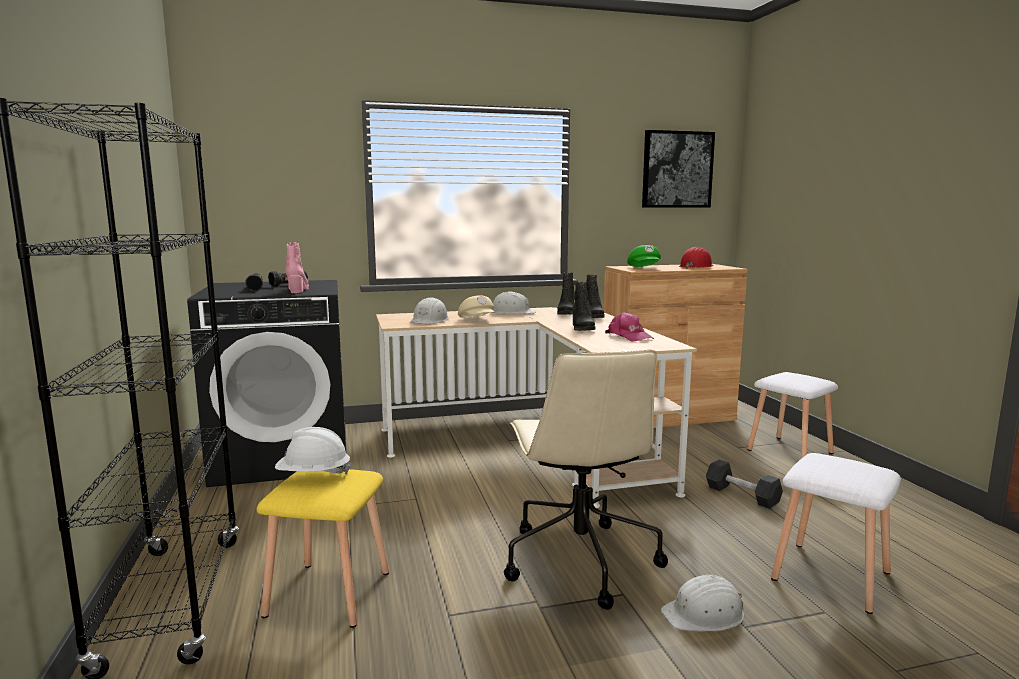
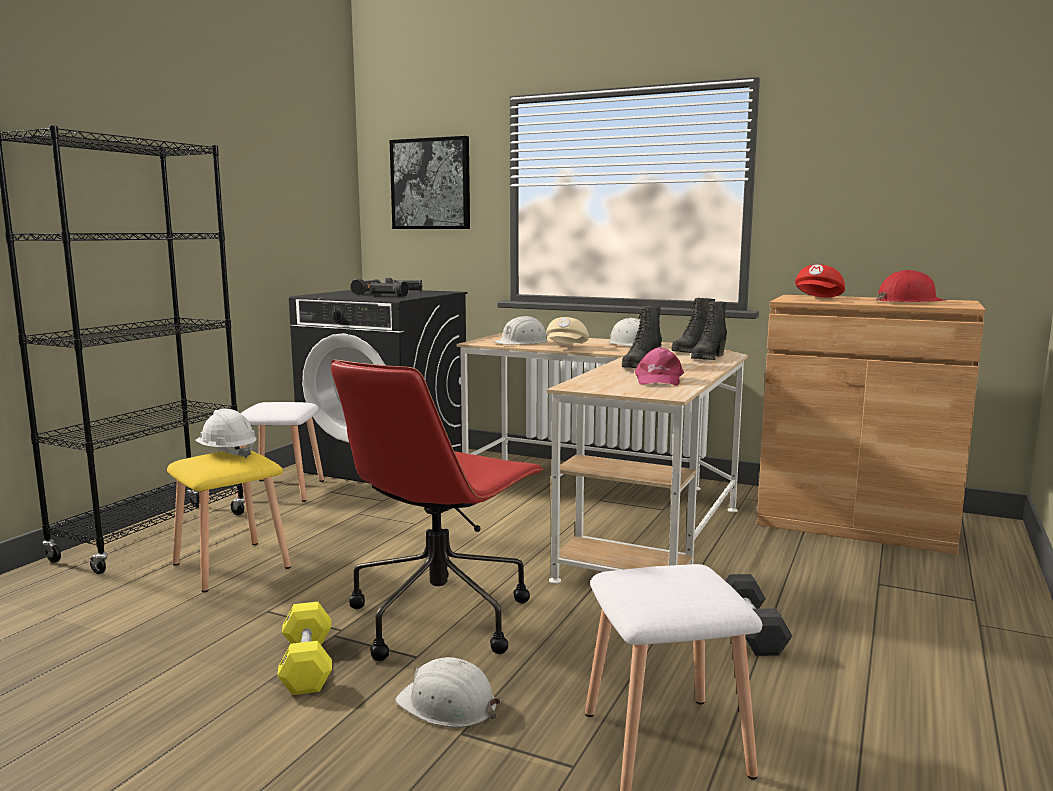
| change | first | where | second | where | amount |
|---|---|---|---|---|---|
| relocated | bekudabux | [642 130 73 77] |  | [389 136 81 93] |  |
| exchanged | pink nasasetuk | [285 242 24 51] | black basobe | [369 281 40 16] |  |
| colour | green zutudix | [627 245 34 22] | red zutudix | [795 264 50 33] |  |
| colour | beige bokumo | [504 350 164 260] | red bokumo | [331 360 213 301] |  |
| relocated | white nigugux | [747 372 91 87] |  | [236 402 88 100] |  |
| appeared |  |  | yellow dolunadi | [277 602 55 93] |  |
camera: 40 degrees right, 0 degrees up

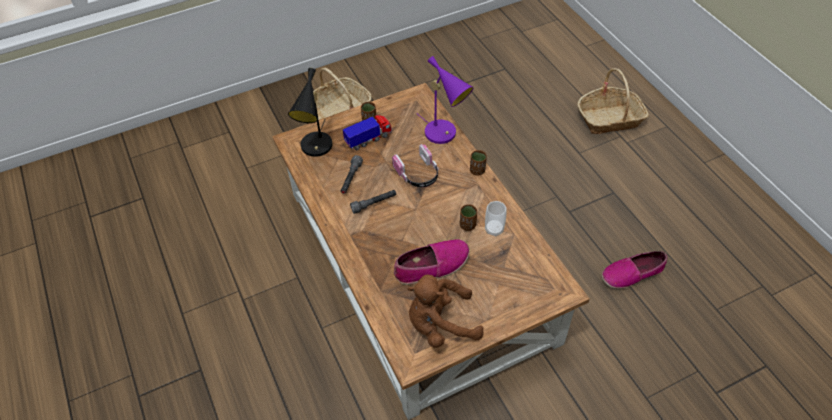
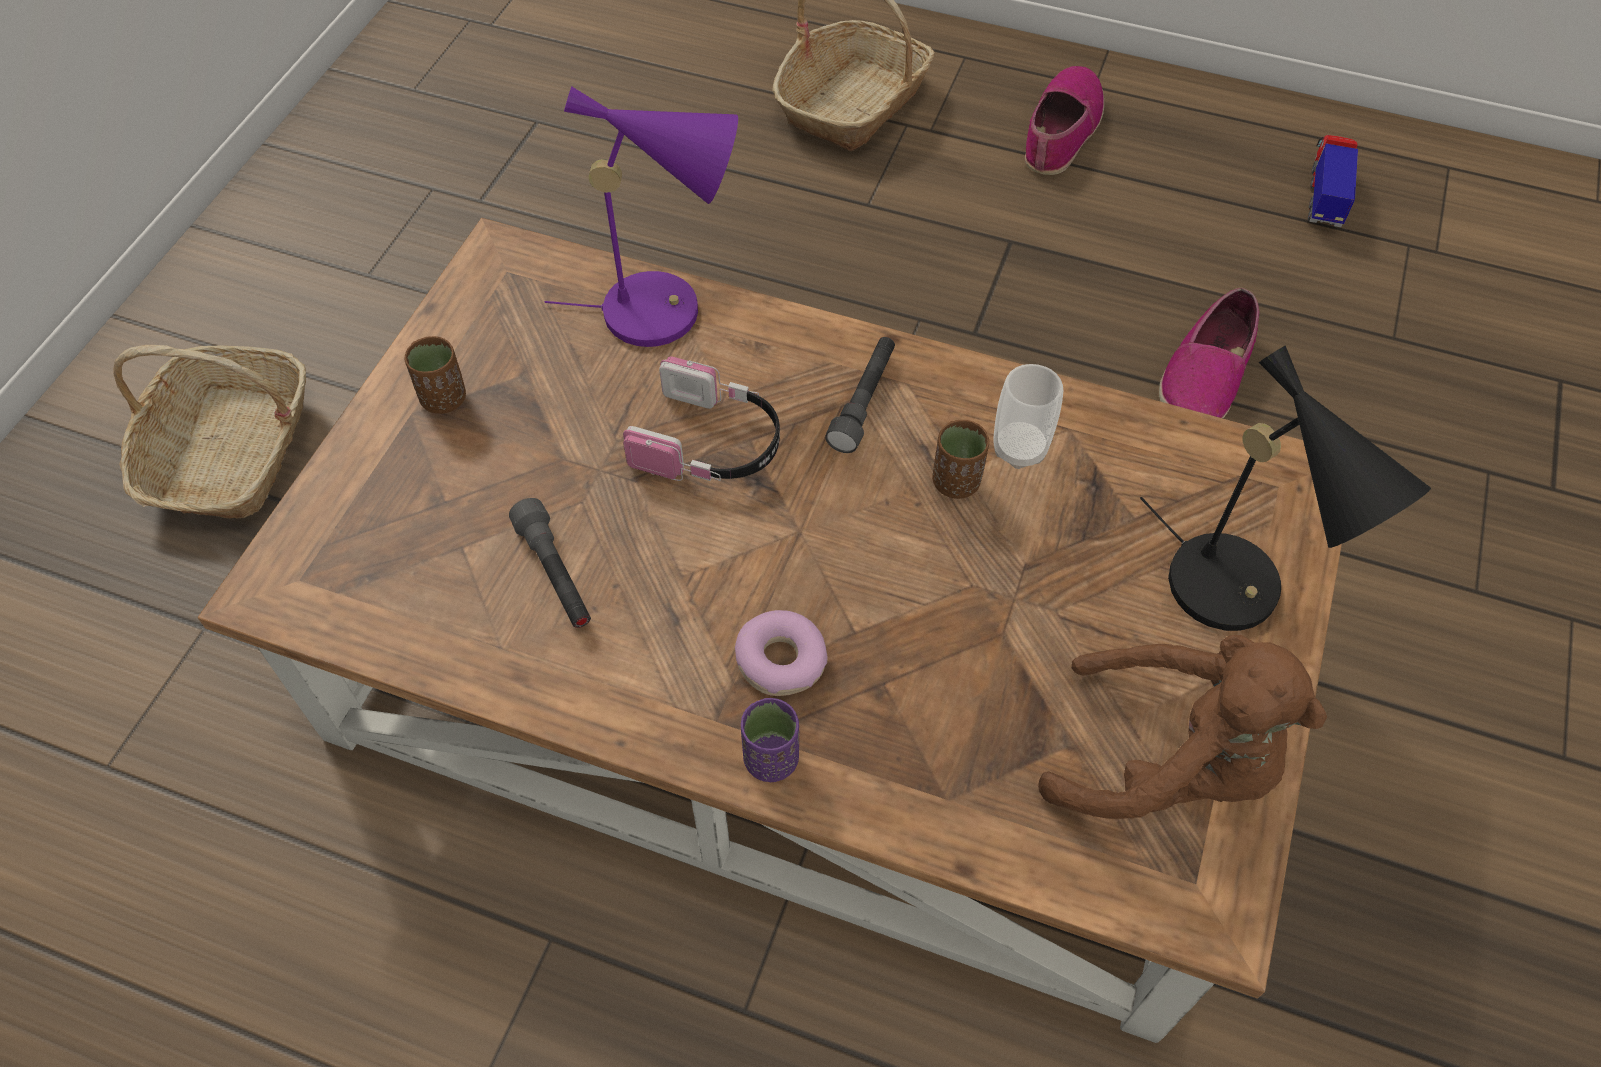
| change | first | where | second | where | amount |
|---|---|---|---|---|---|
| relocated | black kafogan | [288 68 44 89] |  | [1140 345 291 286] |  |
| relocated | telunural | [343 115 49 35] |  | [1308 135 50 92] |  |
| missing | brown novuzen | [470 150 17 26] |  |  |  |
| relocated | grey basobe | [350 190 46 24] |  | [825 337 70 116] |  |
| relocated | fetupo | [394 239 76 46] |  | [1025 66 79 109] |  |
| spun | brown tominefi | [408 274 76 74] |  | [1038 635 289 184] | 105 degrees counterclockwise |
| appeared |  |  | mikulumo | [735 610 93 86] |  |
| appeared |  |  | purple novuzen | [740 698 59 84] |  |
camera: 45 degrees left, 5 degrees up

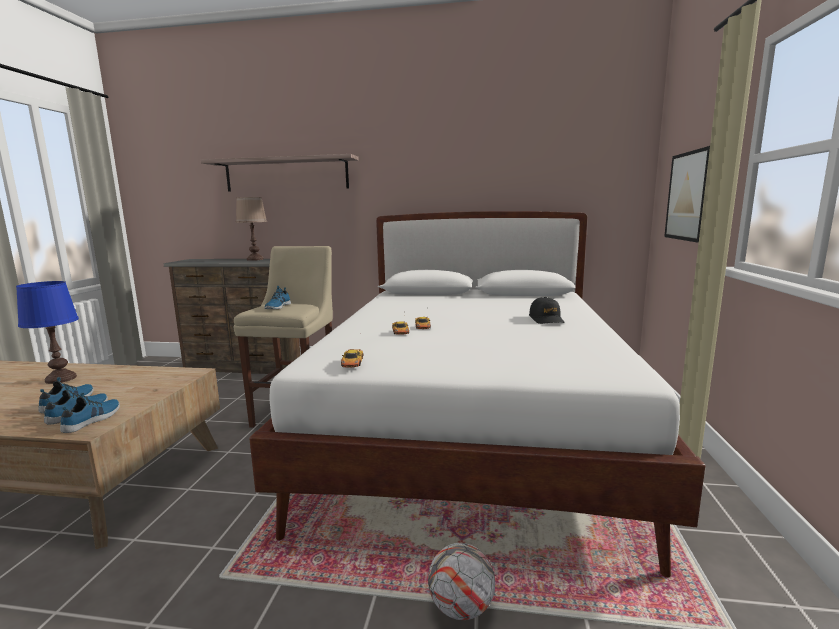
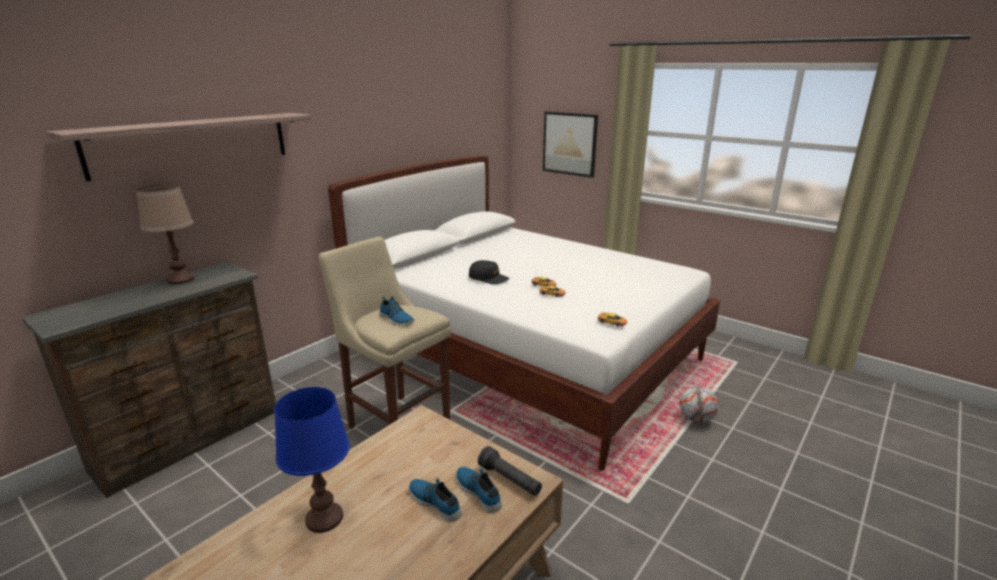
| change | first | where | second | where | amount |
|---|---|---|---|---|---|
| relocated | black zutudix | [529 297 35 27] |  | [469 260 41 24] |  |
| exchanged | fetupo | [60 393 60 40] | black basobe | [478 446 64 50] |  |
camera: 60 degrees left, 10 degrees up

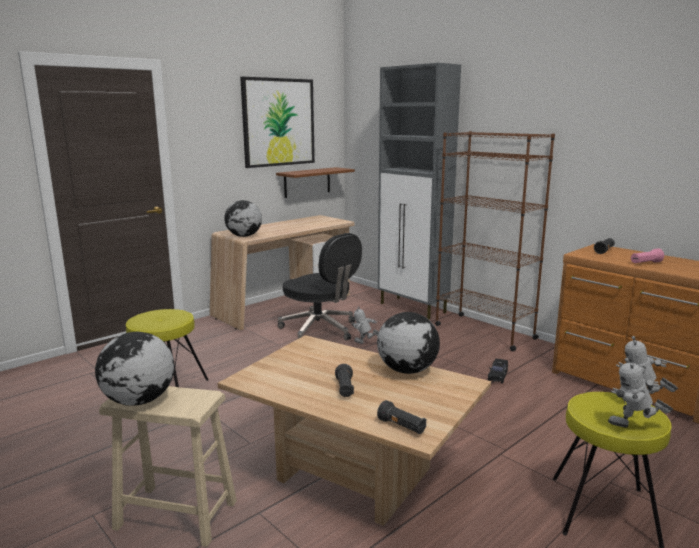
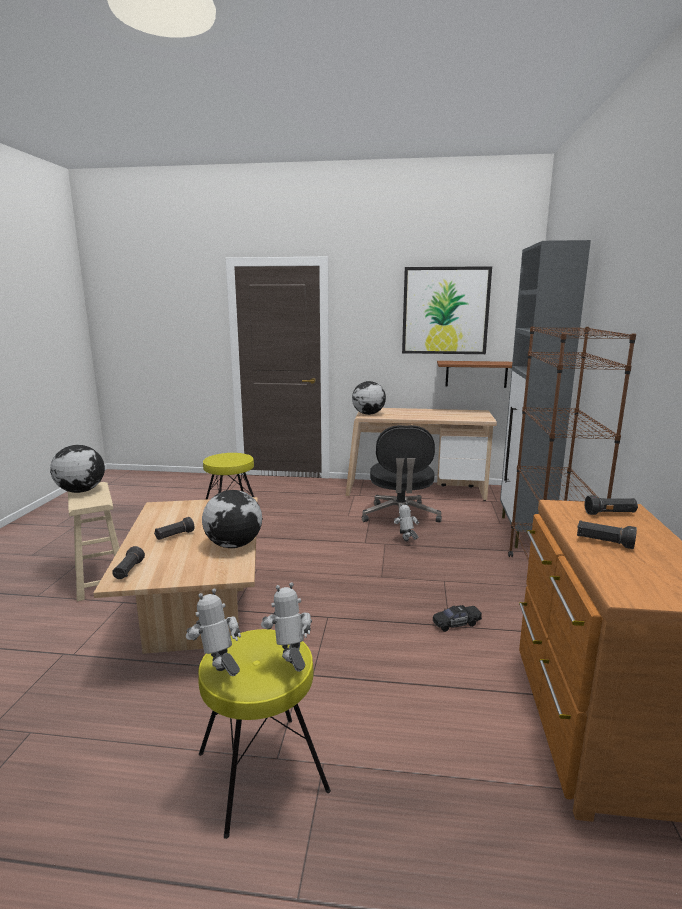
| change | first | where | second | where | amount |
|---|---|---|---|---|---|
| colour | pink basobe | [631 249 33 14] | black basobe | [577 520 60 29] |  |
camera: 50 degrees right, 0 degrees up

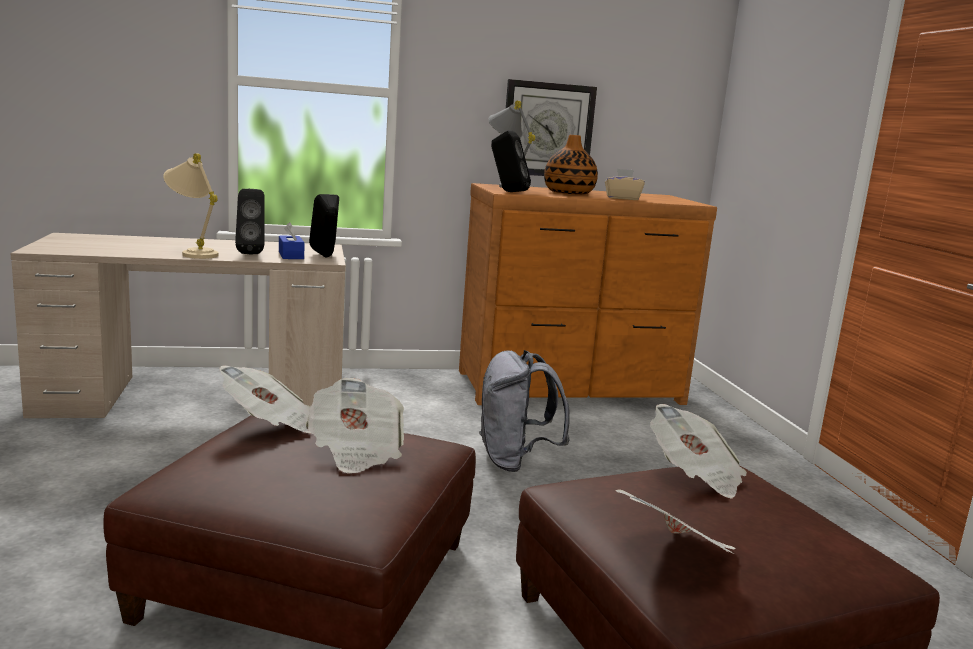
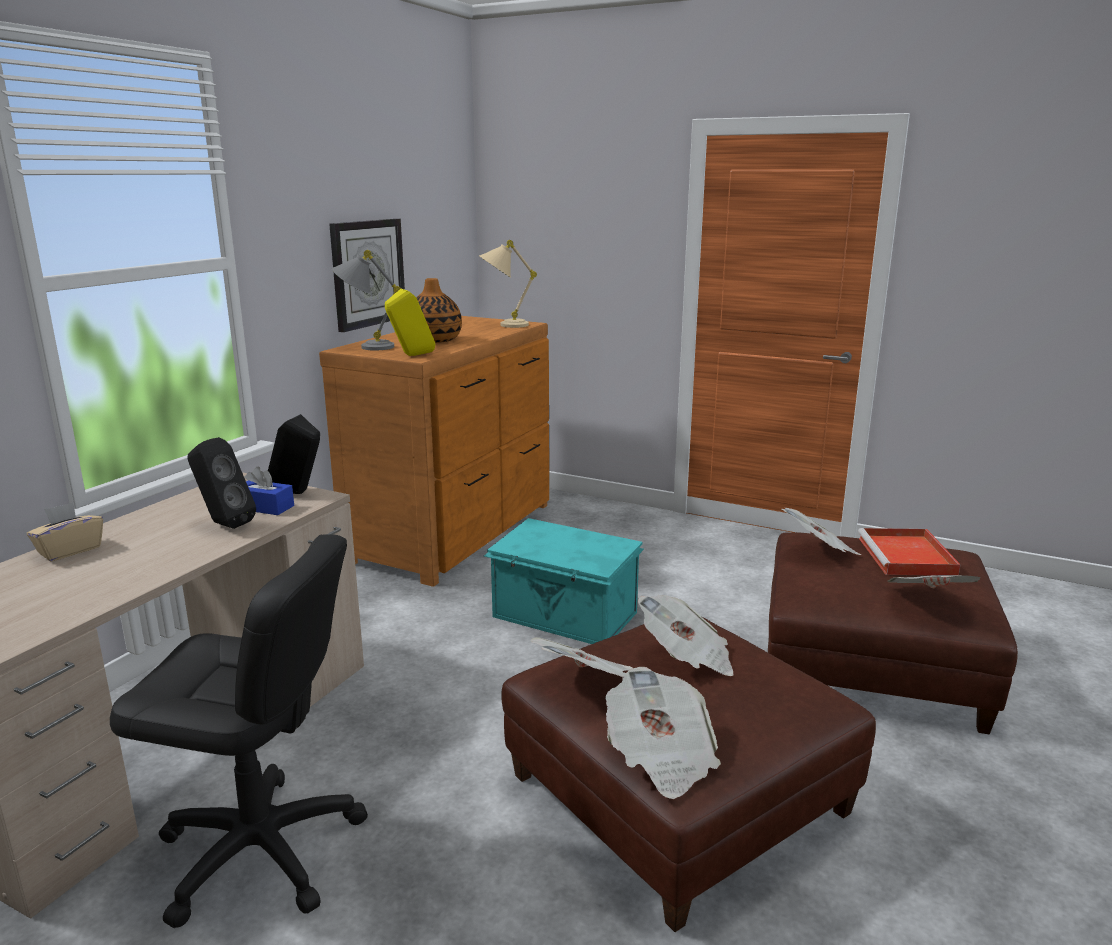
| change | first | where | second | where | amount |
|---|---|---|---|---|---|
| colour | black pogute | [491 130 40 62] | yellow pogute | [385 289 50 67] |  |
| relocated | beige kafogan | [164 153 55 106] |  | [479 240 58 88] |  |
| relocated | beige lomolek | [605 169 40 31] |  | [27 502 76 60] |  |
| exchanged | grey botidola | [479 350 91 122] | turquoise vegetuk | [484 518 160 126] |  |
| appeared |  |  | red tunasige | [858 528 103 48] |  |
| appeared |  |  | black bokumo | [110 534 258 394] |  |
| appeared |  |  | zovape | [605 667 116 132] |  |
camera: 50 degrees left, 5 degrees up

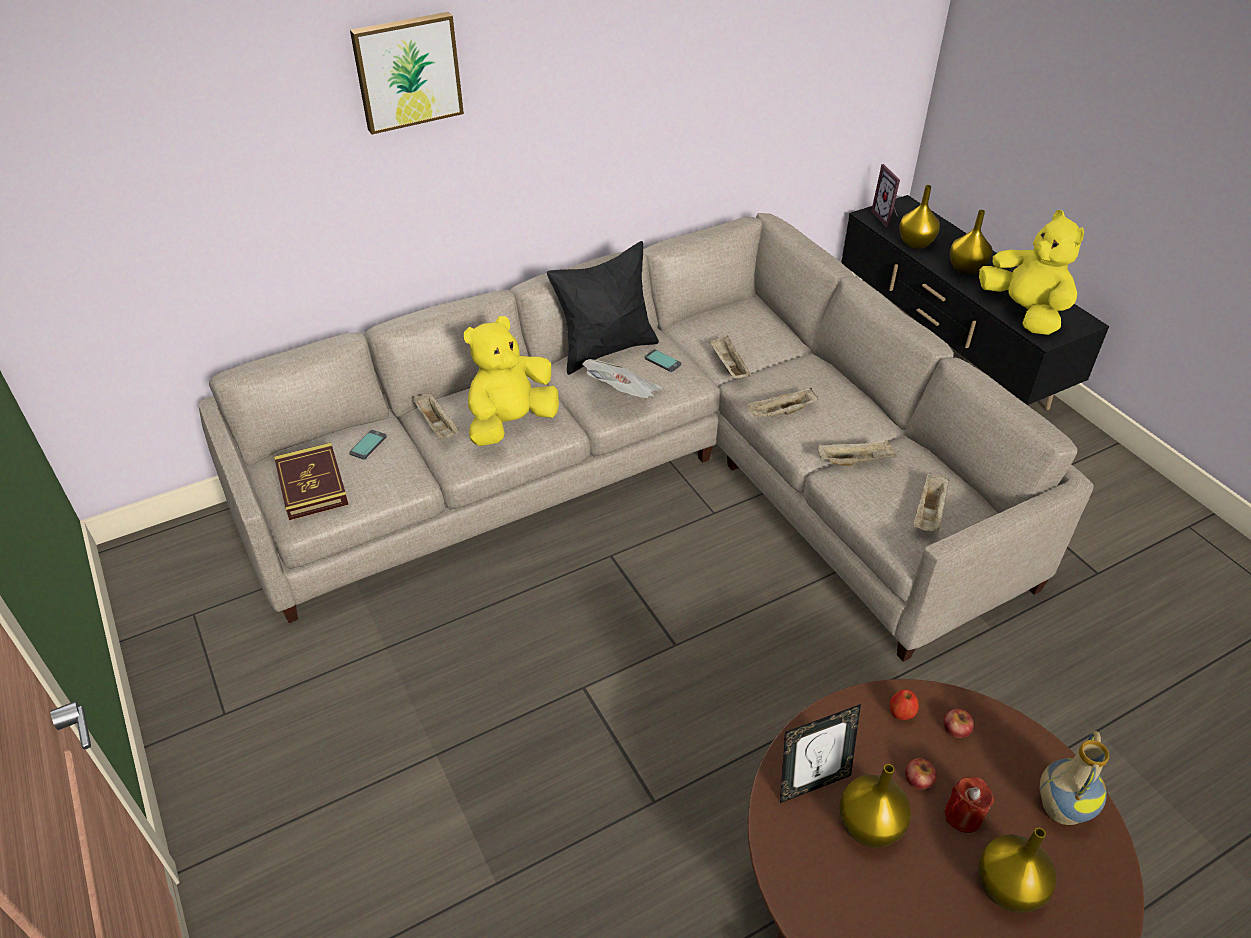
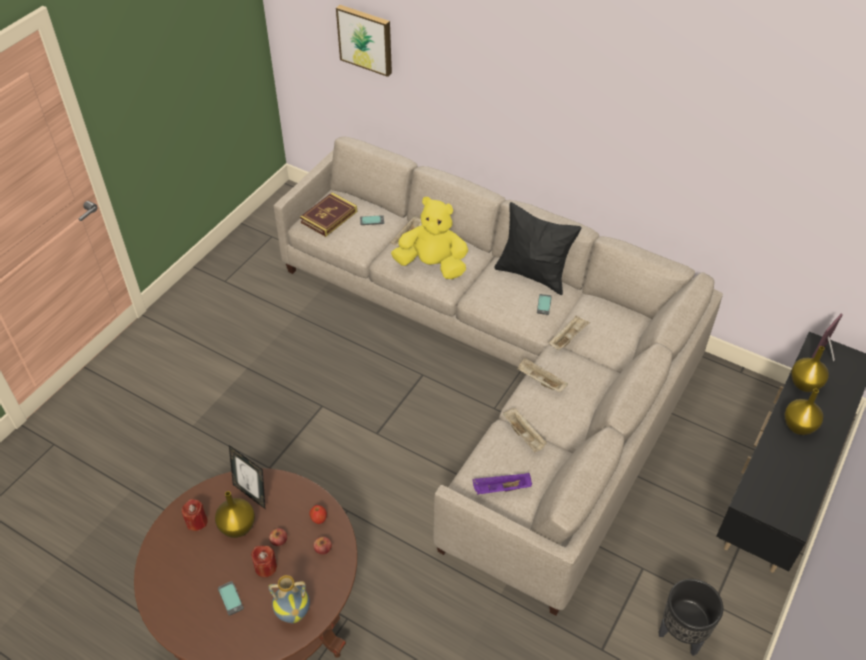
| change | first | where | second | where | amount |
|---|---|---|---|---|---|
| relocated | bekudabux | [350 12 114 122] |  | [336 5 56 72] |  |
| missing | yellow tominefi | [979 210 105 125] |  |  |  |
| missing | zovape | [583 359 80 40] |  |  |  |
| colour | beige tunasige | [913 472 37 59] | purple tunasige | [472 473 60 22] |  |
| exchanged | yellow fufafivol | [978 828 79 85] | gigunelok | [218 581 26 35] |  |
| appeared |  |  | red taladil | [182 499 26 32] |  |
| appeared |  |  | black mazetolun | [659 579 64 77] |  |
camera: 60 degrees right, 5 degrees up

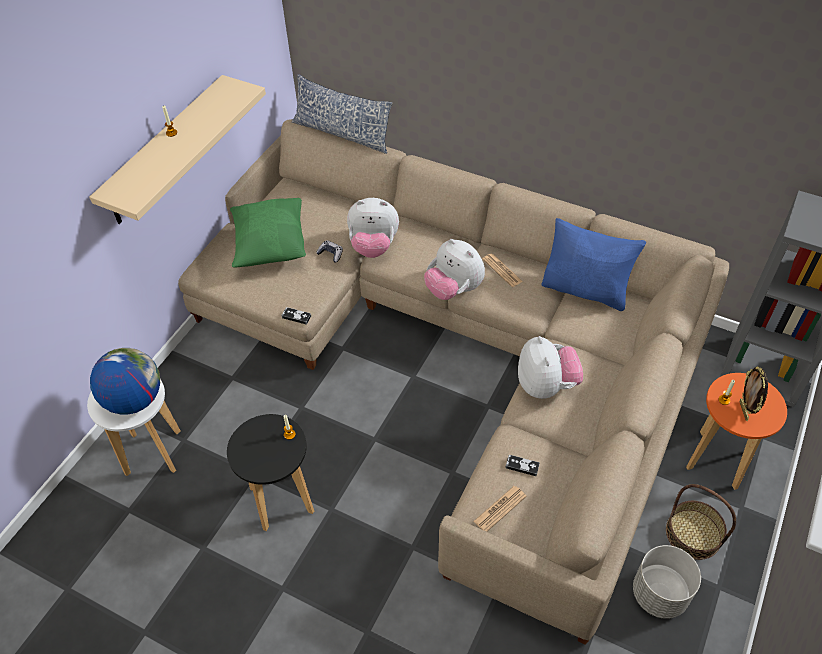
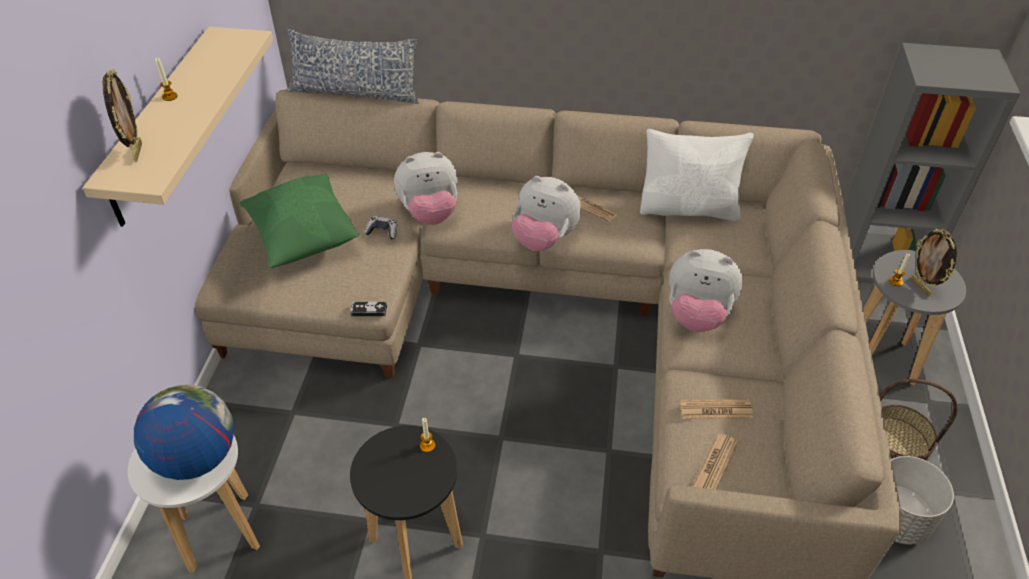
| change | first | where | second | where | amount |
|---|---|---|---|---|---|
| colour | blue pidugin | [542 218 104 93] | white pidugin | [640 129 114 92] |  |
| spun | tominefi | [518 336 65 63] |  | [669 249 74 83] | 135 degrees clockwise |
| colour | orange nigugux | [686 373 101 117] | grey nigugux | [863 250 103 135] |  |
| exchanged | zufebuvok | [505 455 35 21] | zovape | [680 399 73 20] |  |
| appeared |  |  | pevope | [103 69 39 93] |  |
camera: 20 degrees left, 5 degrees down

